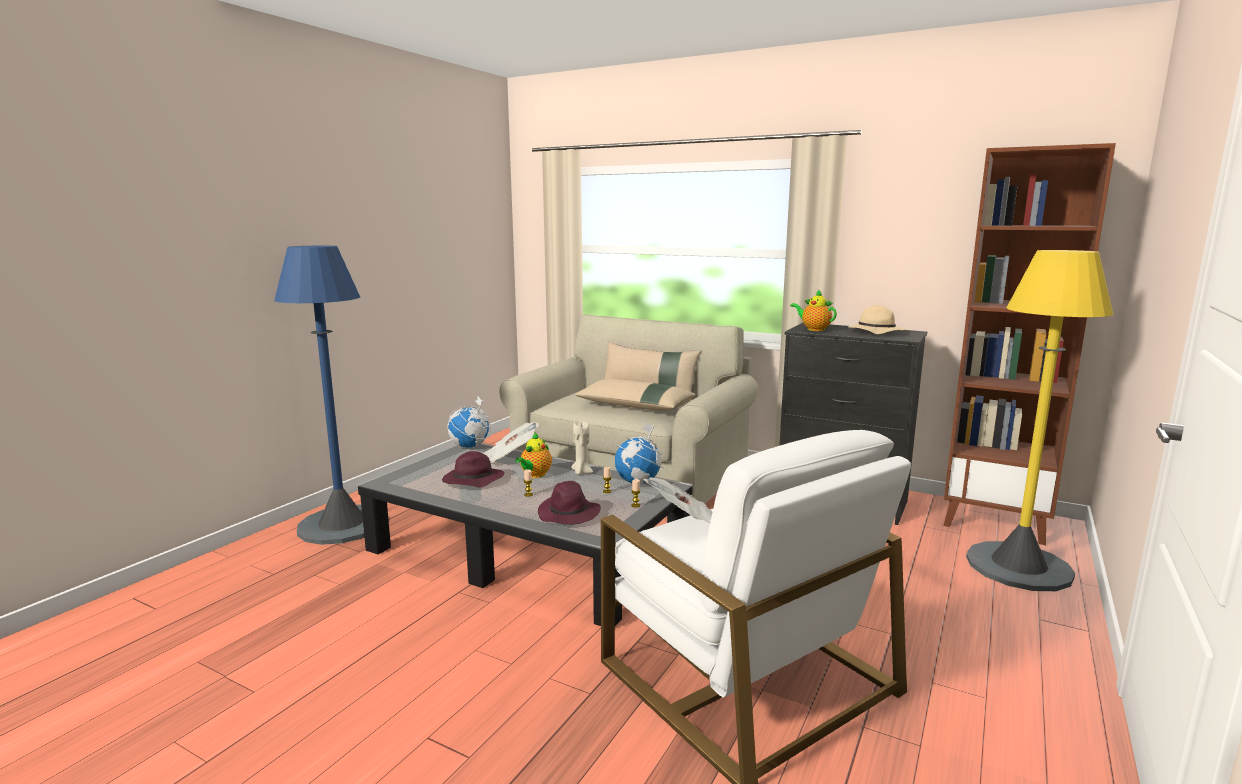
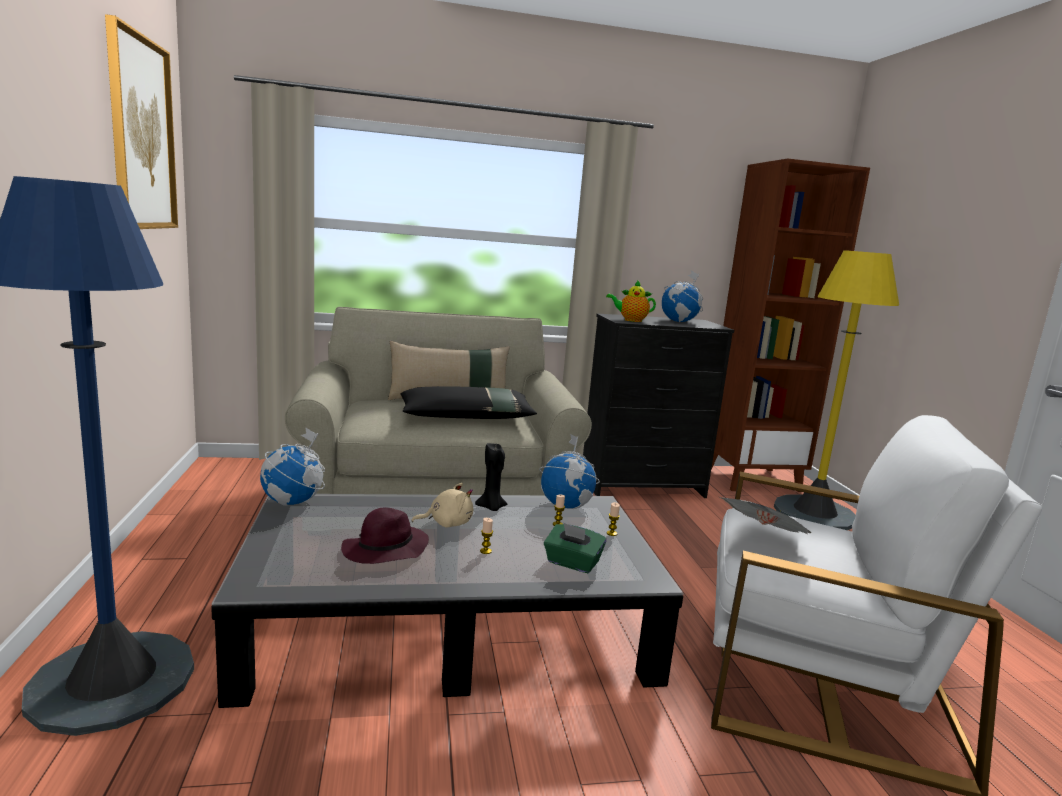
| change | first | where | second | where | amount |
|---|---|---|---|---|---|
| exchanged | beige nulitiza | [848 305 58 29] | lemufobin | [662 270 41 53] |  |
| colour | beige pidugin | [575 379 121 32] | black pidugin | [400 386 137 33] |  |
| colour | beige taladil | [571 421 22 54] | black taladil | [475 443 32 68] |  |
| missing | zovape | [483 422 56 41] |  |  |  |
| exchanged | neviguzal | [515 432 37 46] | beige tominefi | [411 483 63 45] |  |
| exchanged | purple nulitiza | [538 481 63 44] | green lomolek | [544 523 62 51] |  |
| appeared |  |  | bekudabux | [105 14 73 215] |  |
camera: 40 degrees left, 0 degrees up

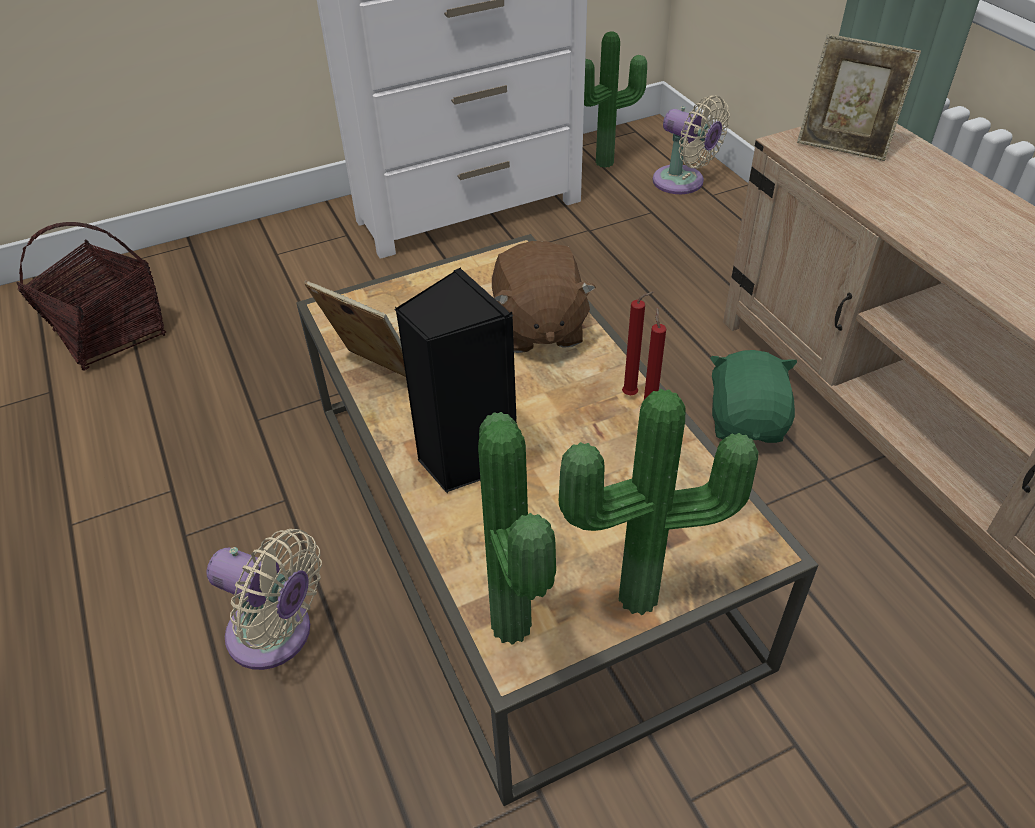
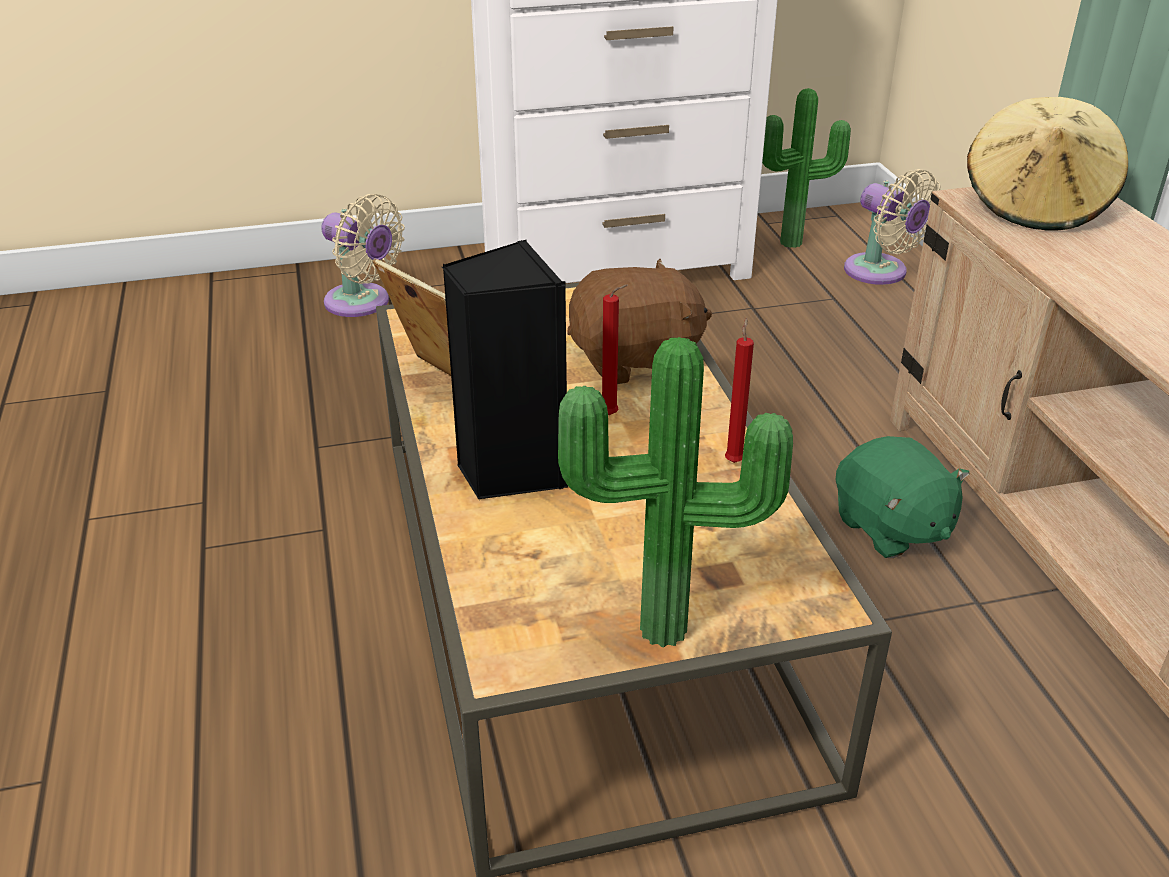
| change | first | where | second | where | amount |
|---|---|---|---|---|---|
| exchanged | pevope | [797 34 124 127] | beige nulitiza | [967 97 161 134] |  |
| missing | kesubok | [17 222 149 148] |  |  |  |
| spun | brown tominefi | [492 241 104 112] |  | [567 259 145 125] | 105 degrees counterclockwise |
| relocated | red taladil | [622 291 32 104] |  | [602 284 26 131] |  |
| spun | green tominefi | [710 350 87 93] |  | [836 436 134 122] | 135 degrees clockwise |
| missing | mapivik | [478 412 78 233] |  |  |  |
| relocated | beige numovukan | [206 529 116 141] |  | [321 194 84 123] |  |
camera: 10 degrees right, 10 degrees down

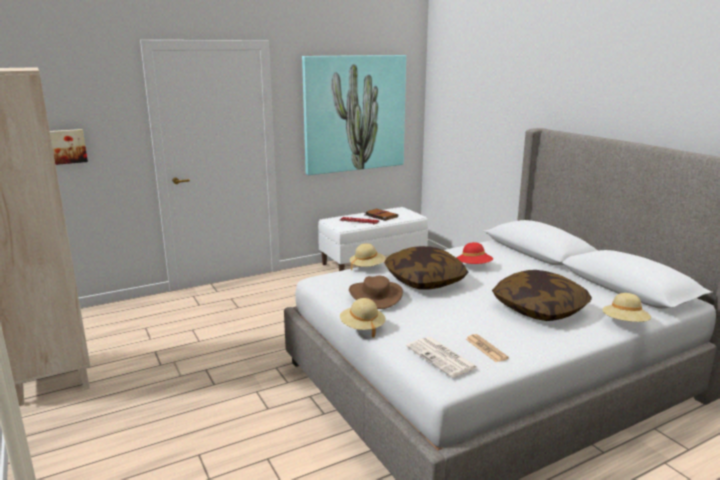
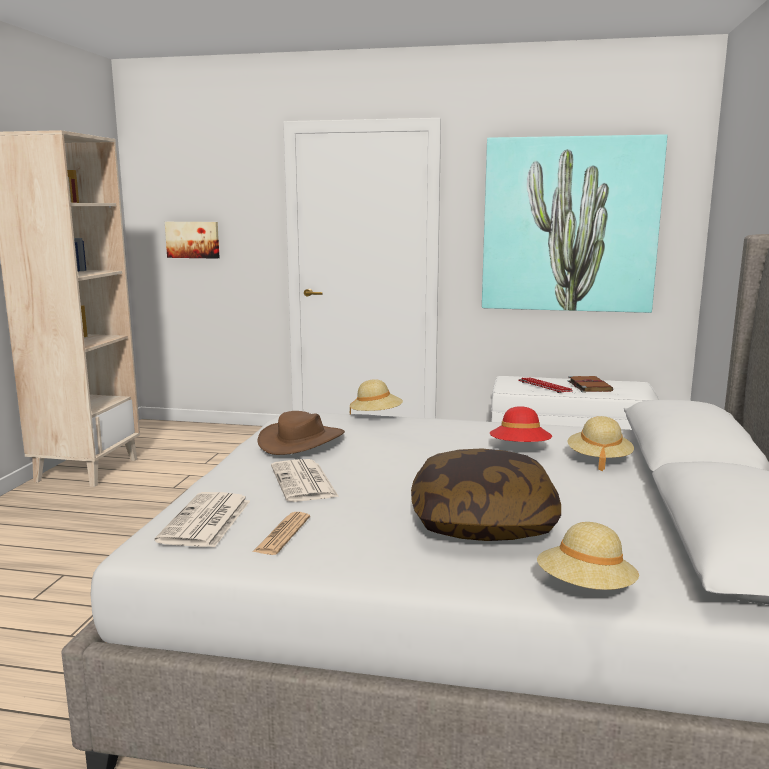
| change | first | where | second | where | amount |
|---|---|---|---|---|---|
| missing | pidugin | [384 246 85 43] |  |  |  |
| relocated | beige nulitiza | [340 298 46 40] |  | [568 416 66 55] |  |
| appeared |  |  | zovape | [271 459 68 43] |  |
camera: 40 degrees right, 5 degrees down

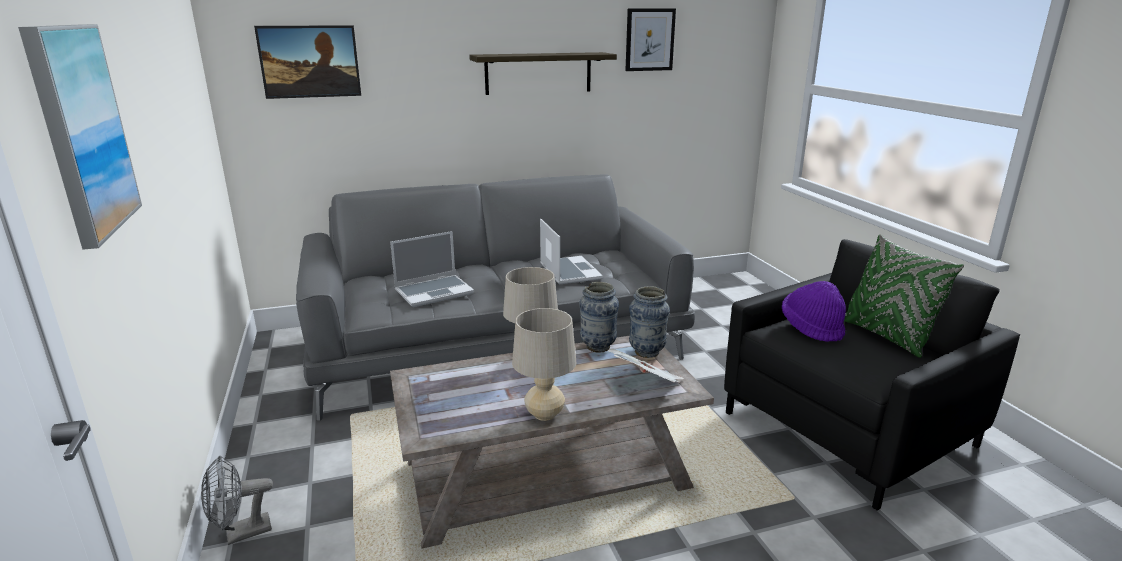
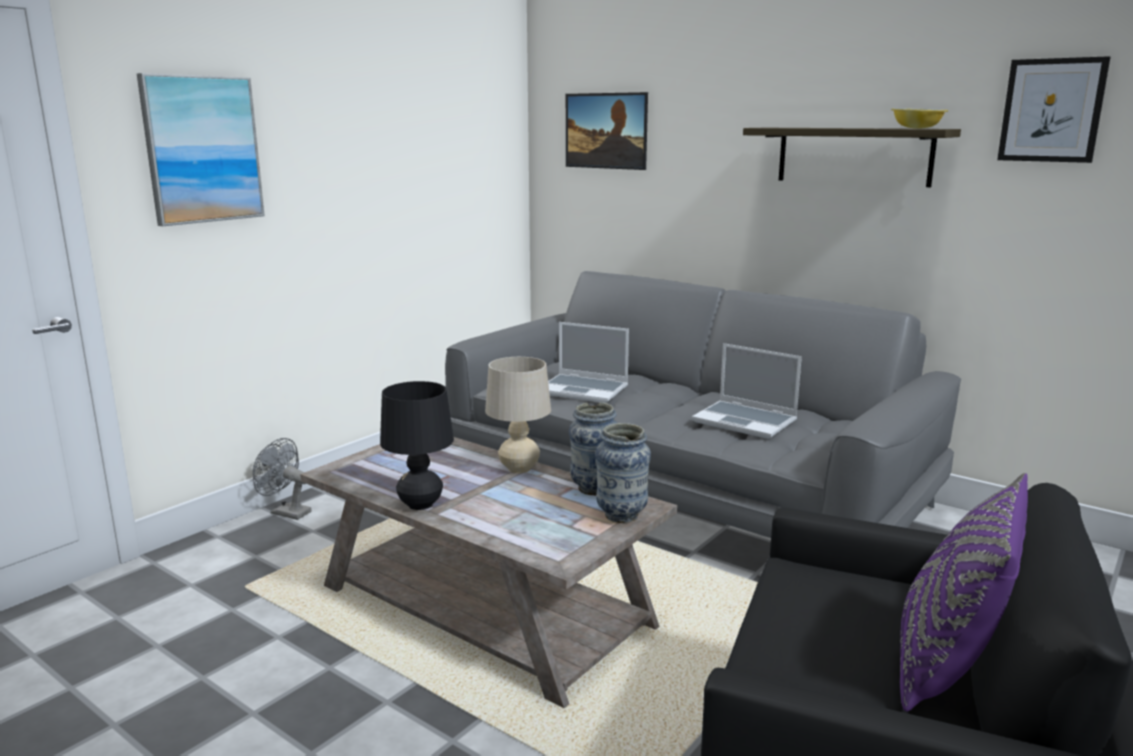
| change | first | where | second | where | amount |
|---|---|---|---|---|---|
| spun | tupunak | [540 219 63 66] |  | [692 343 110 96] | 90 degrees clockwise |
| colour | green pidugin | [844 234 120 124] | purple pidugin | [900 473 128 239] |  |
| missing | purple nulitiza | [782 281 64 61] |  |  |  |
| colour | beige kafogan | [512 308 64 113] | black kafogan | [380 381 74 129] |  |
| missing | zovape | [608 349 76 34] |  |  |  |
| appeared |  |  | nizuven | [891 108 57 21] |  |
camera: 55 degrees right, 5 degrees down

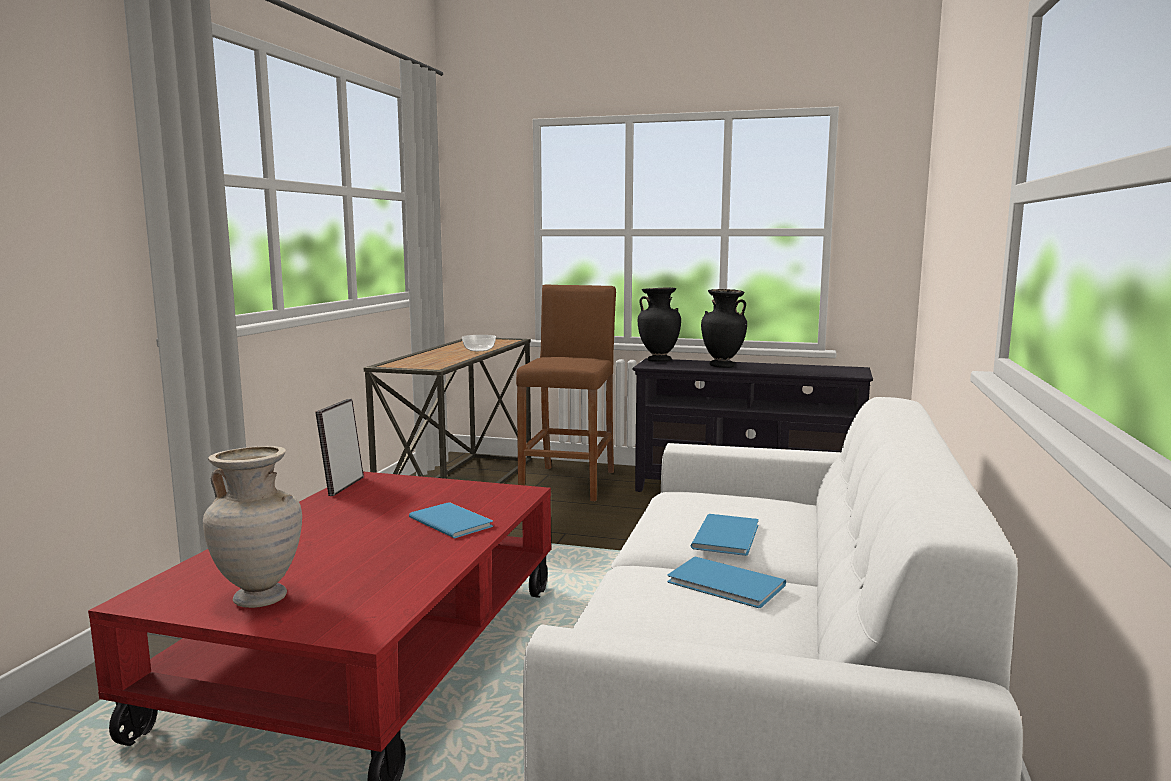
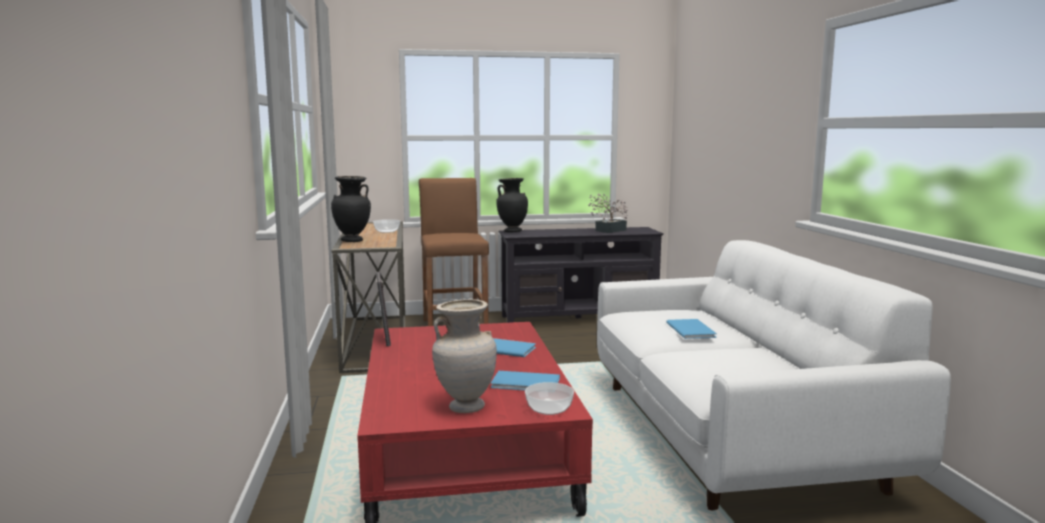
| change | first | where | second | where | amount |
|---|---|---|---|---|---|
| relocated | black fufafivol | [701 289 46 79] |  | [331 176 40 66] |  |
| relocated | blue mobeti | [667 556 119 52] |  | [491 371 69 20] |  |
| appeared |  |  | mapivik | [588 193 39 40] |  |
| appeared |  |  | nizuven | [525 382 49 33] |  |
camera: 25 degrees left, 0 degrees up

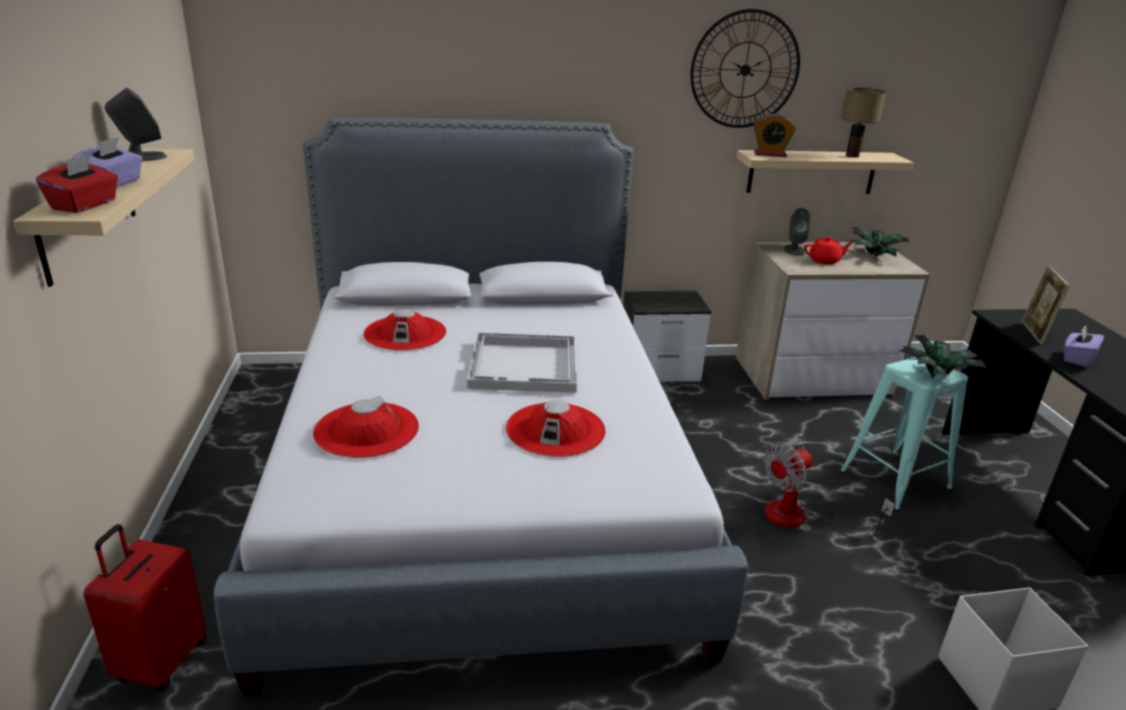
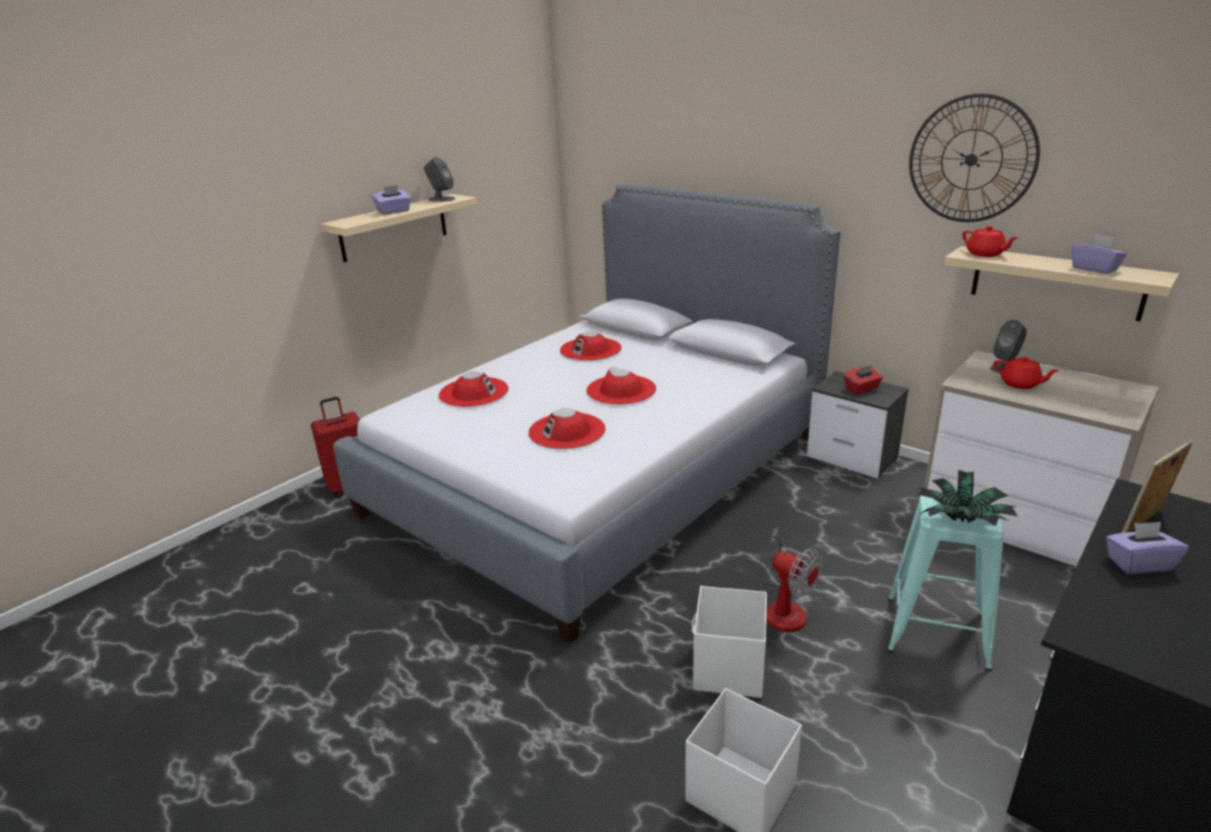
| change | first | where | second | where | amount |
|---|---|---|---|---|---|
| exchanged | kafogan | [841 88 45 70] | purple lomolek | [1072 234 55 40] |  |
| exchanged | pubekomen | [754 114 42 43] | red neviguzal | [962 226 57 31] |  |
| relocated | red lomolek | [36 154 82 59] |  | [844 366 39 29] |  |
| missing | mapivik | [850 228 60 29] |  |  |  |
| exchanged | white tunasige | [467 332 110 61] | red nulitiza | [586 367 70 38] |  |
| spun | numovukan | [764 442 131 97] |  | [760 527 62 105] | 150 degrees counterclockwise |
| appeared |  |  | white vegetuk | [692 586 75 112] |  |
camera: 50 degrees right, 0 degrees up

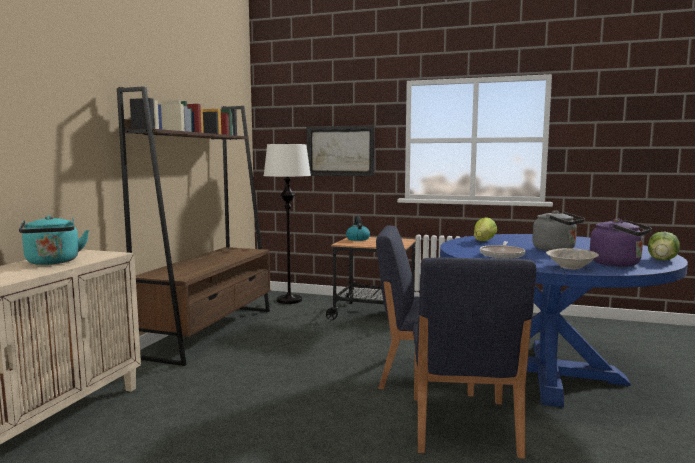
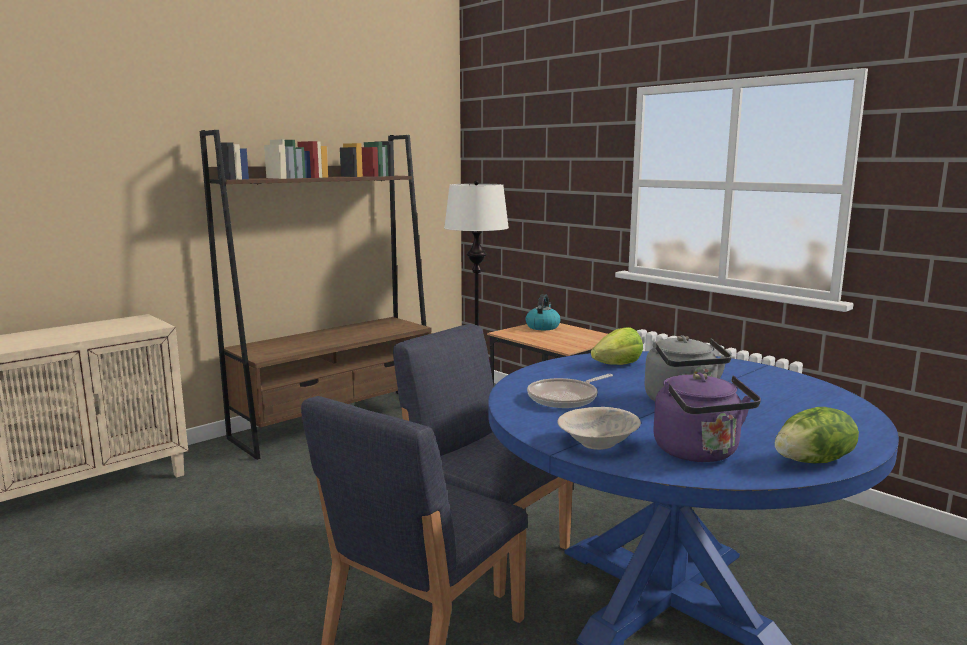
| change | first | where | second | where | amount |
|---|---|---|---|---|---|
| missing | bekudabux | [307 126 68 50] |  |  |  |
| missing | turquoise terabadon | [19 215 70 50] |  |  |  |
camera: 30 degrees right, 5 degrees up

